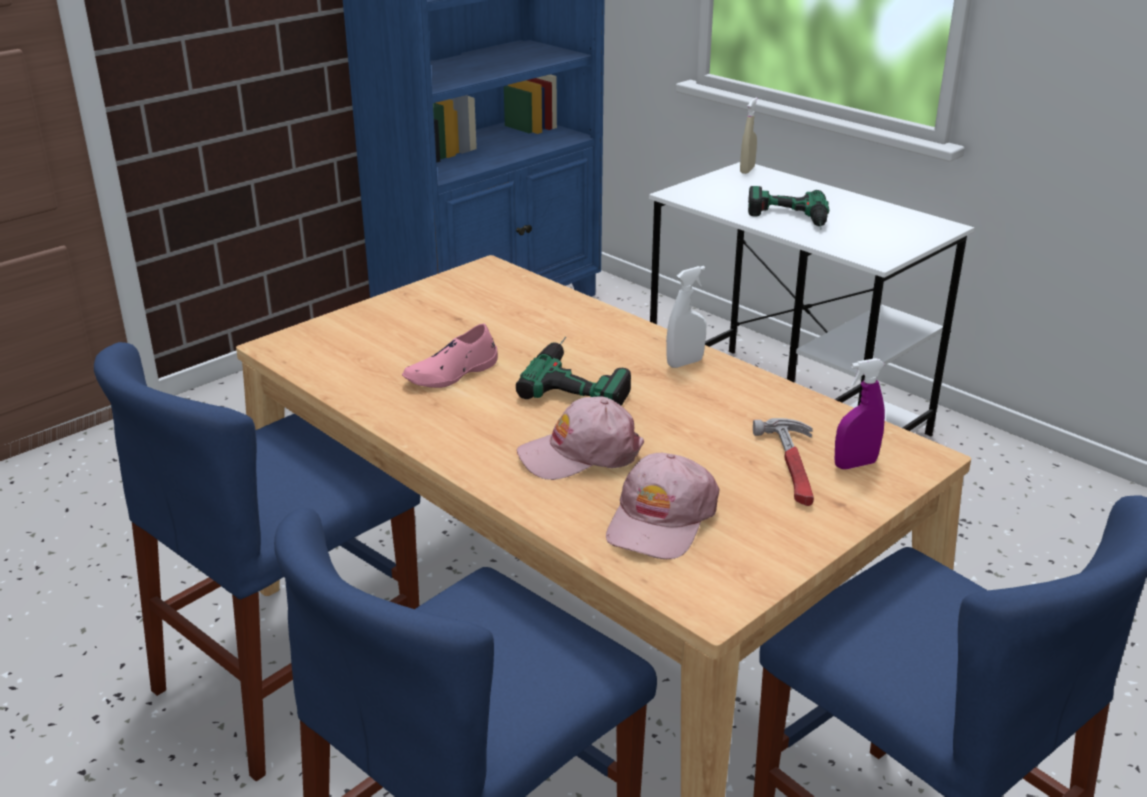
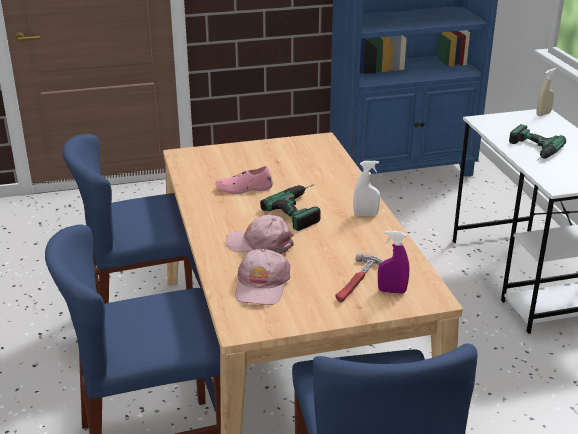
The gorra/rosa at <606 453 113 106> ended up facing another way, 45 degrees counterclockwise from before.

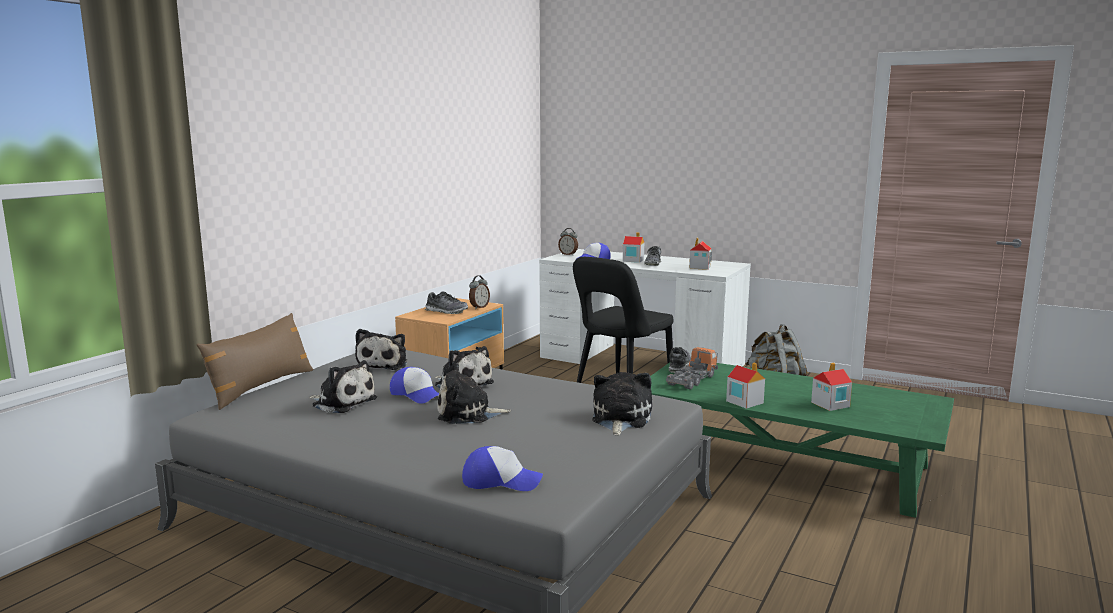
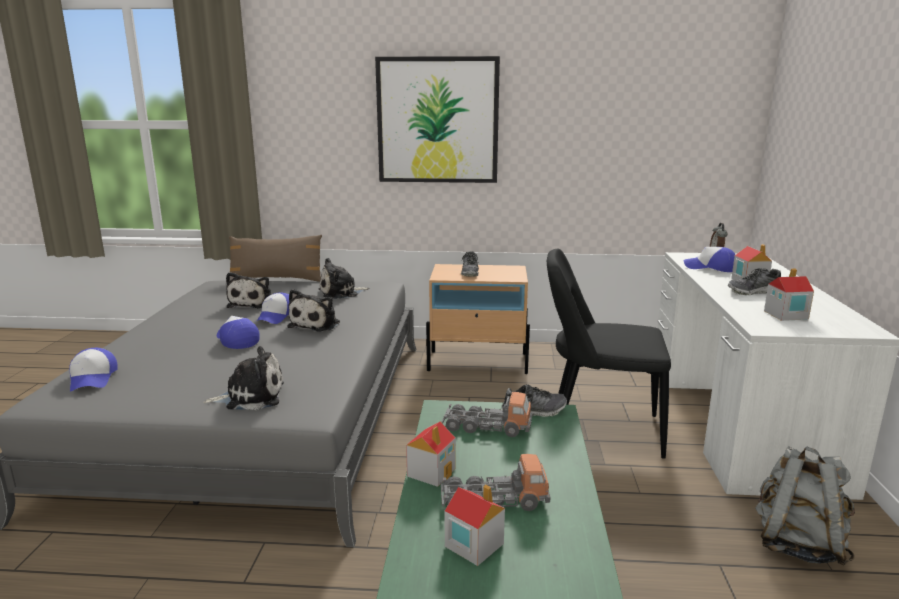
Where the peluche stood at <437 363 74 61>, the gorra came to stand at <217 316 43 33>. The second view gained the cuadro at <375 56 125 127>. The second view gained the camión de juguete at <441 454 110 57>. The second view lost the despertador at <469 275 21 34>.

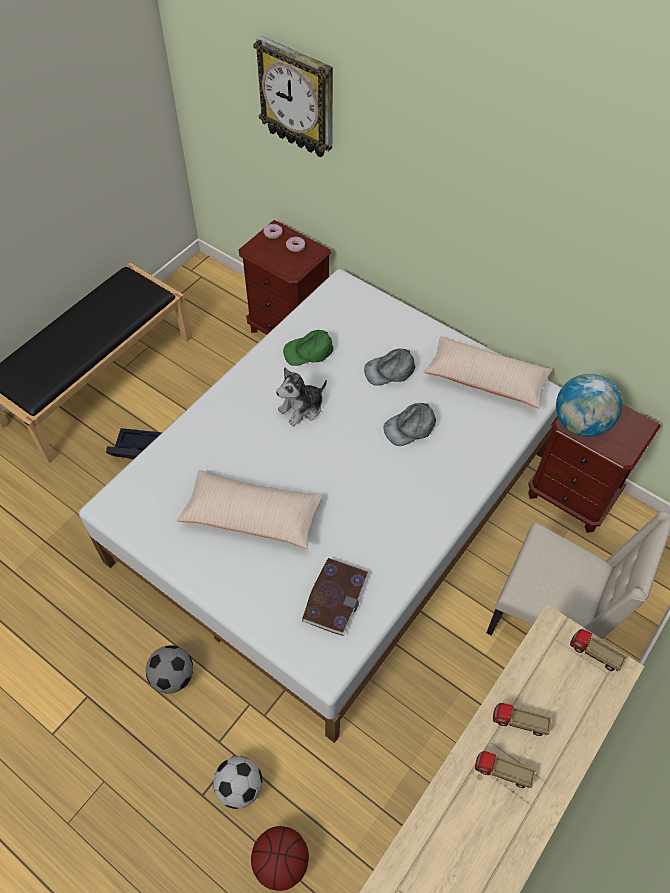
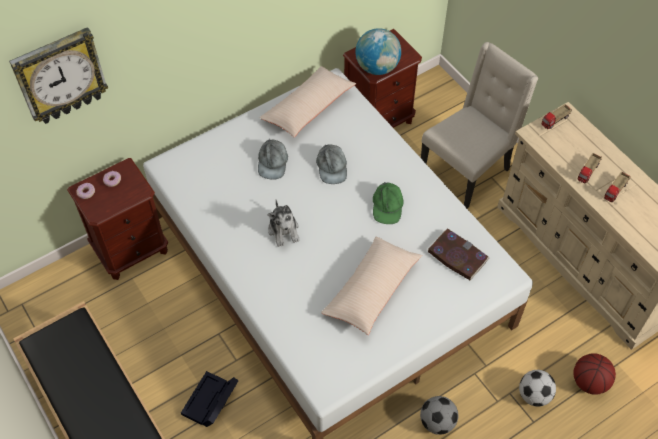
The gorra/verde ended up elsewhere, having gone from <283 330 51 36> to <373 182 31 42>.

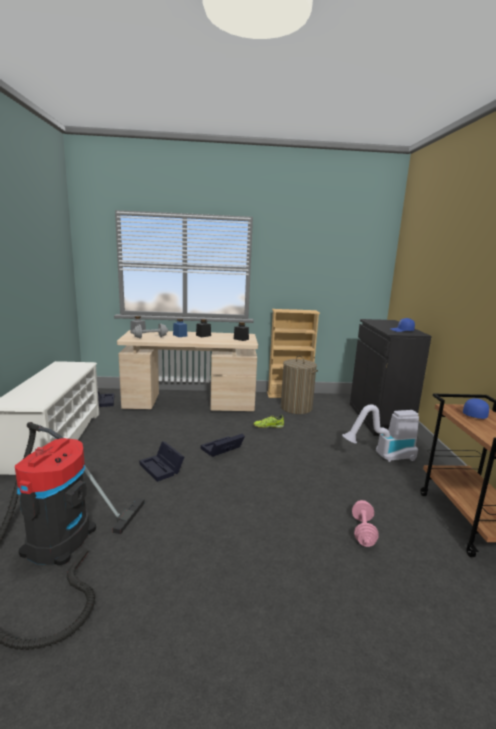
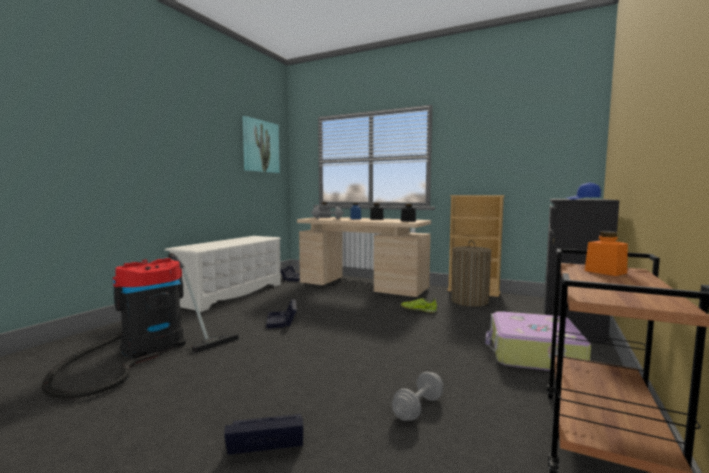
The caja de almacenaje/negro ended up elsewhere, having gone from <201 433 44 24> to <224 414 79 41>. The second view gained the cuadro at <242 116 38 57>. What was the mancuerna/rosa at <352 500 27 47> turned into the mancuerna/gris at <392 372 51 49>. Where the aspiradora stood at <342 404 77 58>, the maleta came to stand at <485 311 106 60>. Where the gorra/azul stood at <463 398 26 21>, the tarro/naranja came to stand at <585 231 43 45>.

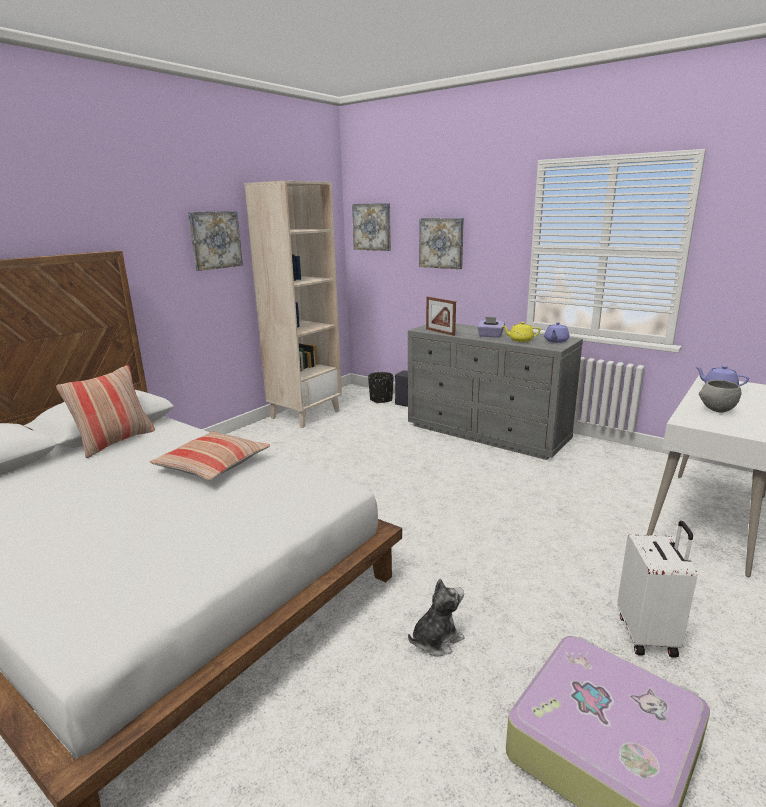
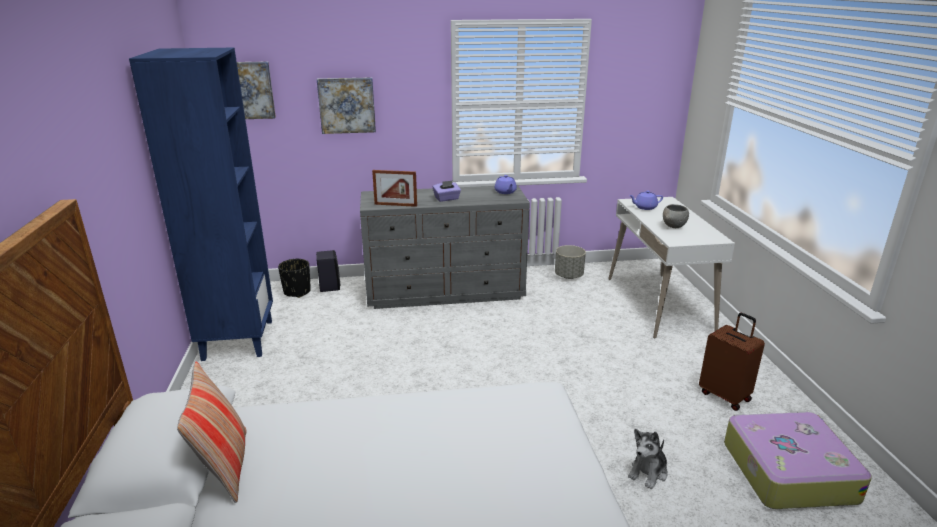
What was the estantería/beis at <244 181 98 247> turned into the estantería/azul at <129 48 144 313>. The second view gained the maceta/gris at <555 245 31 34>. The peluche at <408 579 57 77> ended up facing another way, 150 degrees counterclockwise from before. What was the maleta/blanco at <617 521 80 137> turned into the maleta/marrón at <699 313 66 98>. The second view lost the cojín at <150 431 120 50>. The second view lost the cuadro at <188 211 55 60>. The second view lost the tetera/amarillo at <502 322 38 20>.

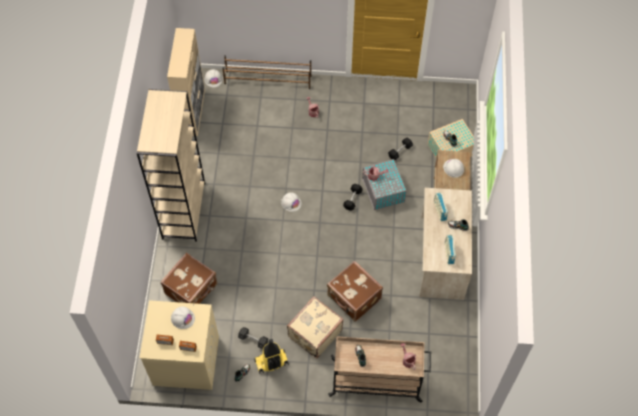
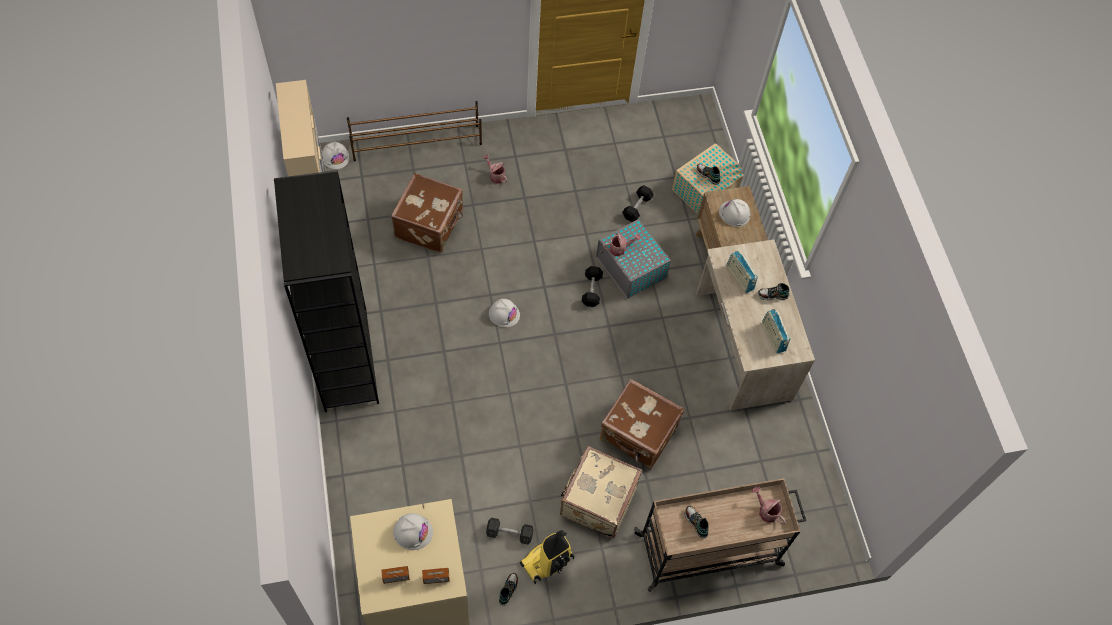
What was the estantería/beis at <137 89 68 153> turned into the estantería/negro at <274 170 105 242>. The maleta/marrón ended up elsewhere, having gone from <160 253 58 51> to <391 173 72 80>.

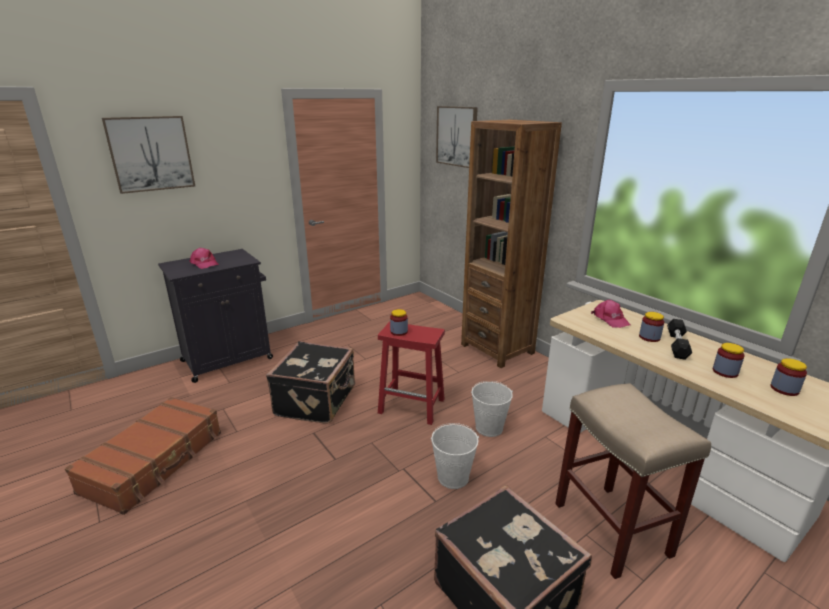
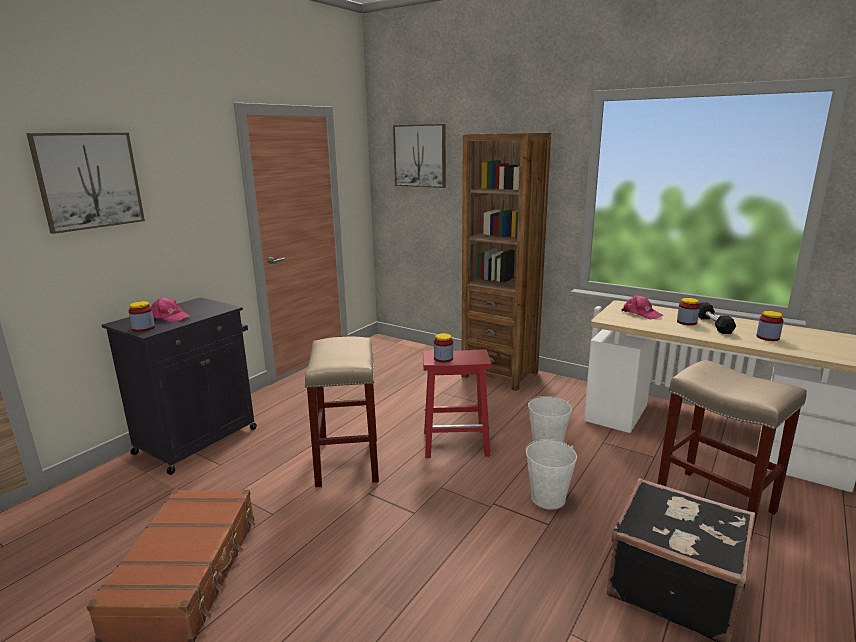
The tarro ended up elsewhere, having gone from <770 358 37 38> to <129 301 26 31>. Where the maleta/negro stood at <266 341 89 83>, the taburete/beis came to stand at <305 337 74 150>.

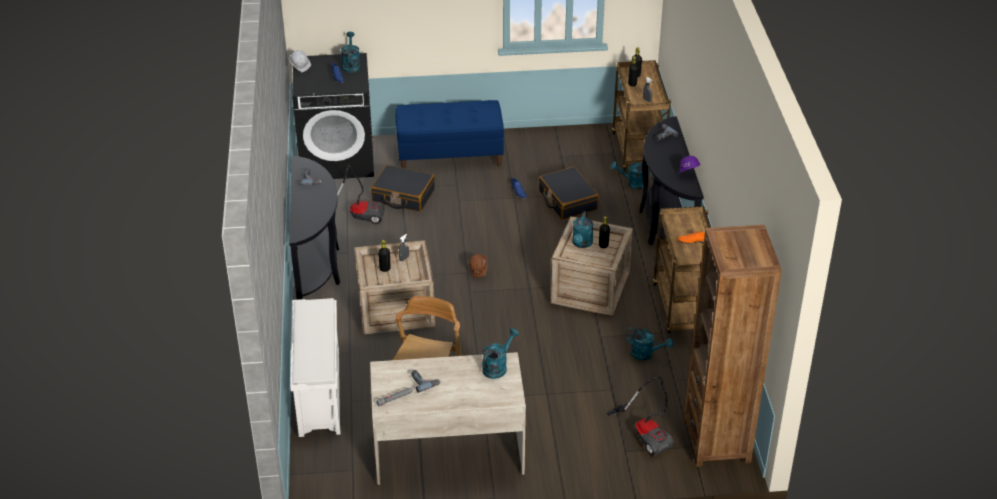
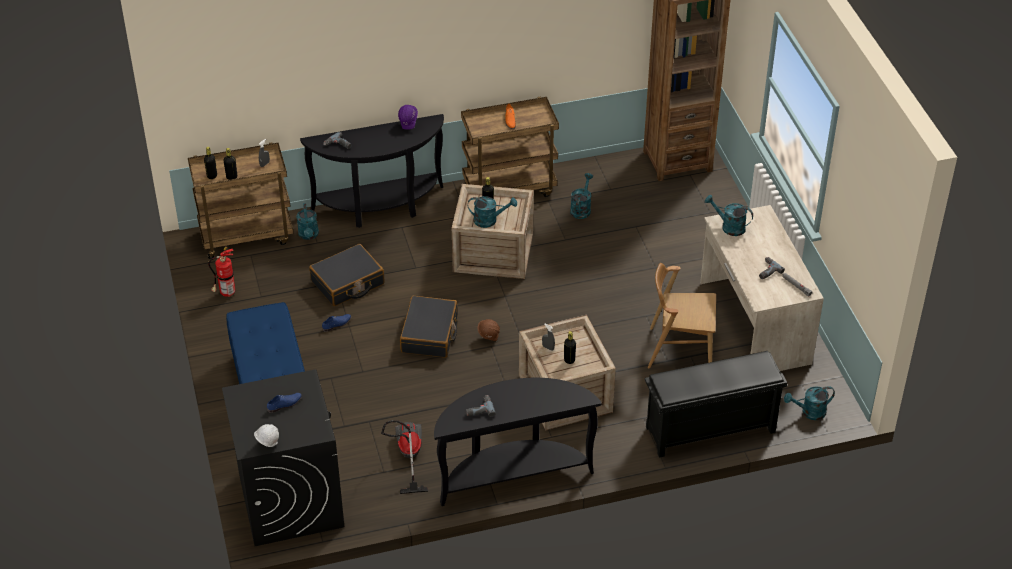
The second view gained the extintor at <208 247 27 50>. The maleta/negro ended up elsewhere, having gone from <371 165 64 47> to <400 296 58 62>. What was the zapatero/blanco at <290 298 51 139> turned into the zapatero/negro at <645 351 142 107>. The regadera/turquesa ended up elsewhere, having gone from <341 32 19 41> to <784 386 51 34>. The second view lost the aspiradora at <606 376 68 81>.

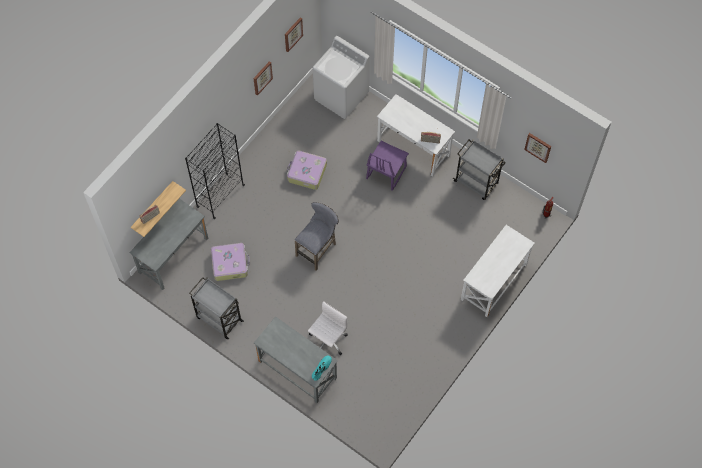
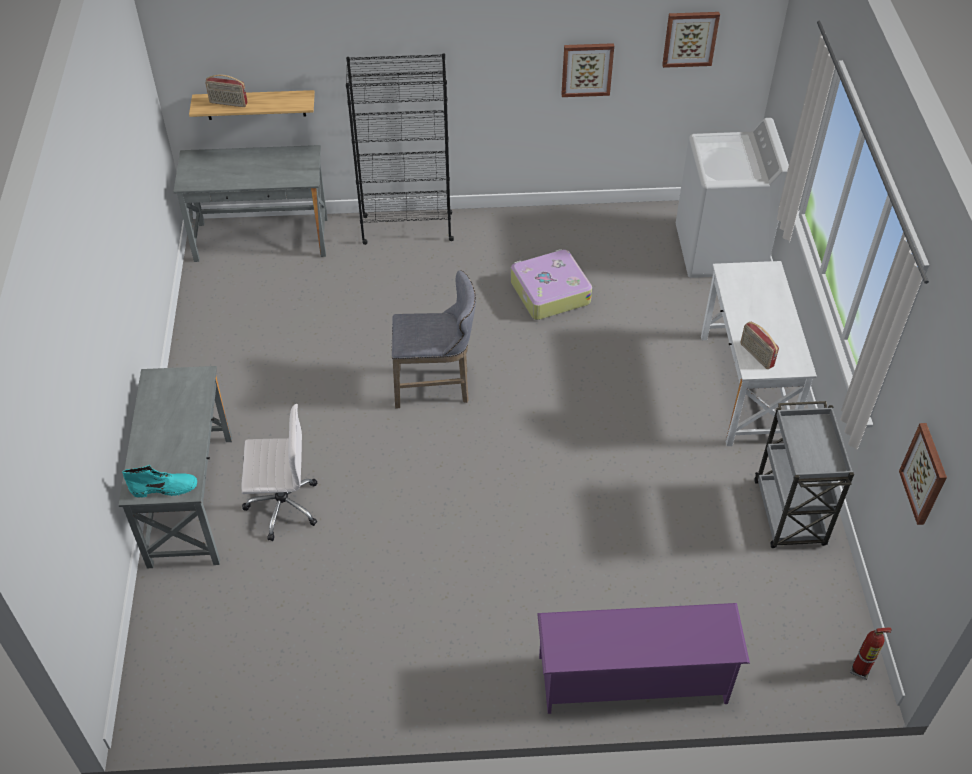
Where the escritorio/blanco stood at <461 225 74 92>, the zapatero/morado came to stand at <537 603 213 111>. The second view lost the carrito/gris at <189 277 55 63>. The second view lost the maleta at <211 243 39 38>. The second view lost the silla/morado at <366 141 43 50>.

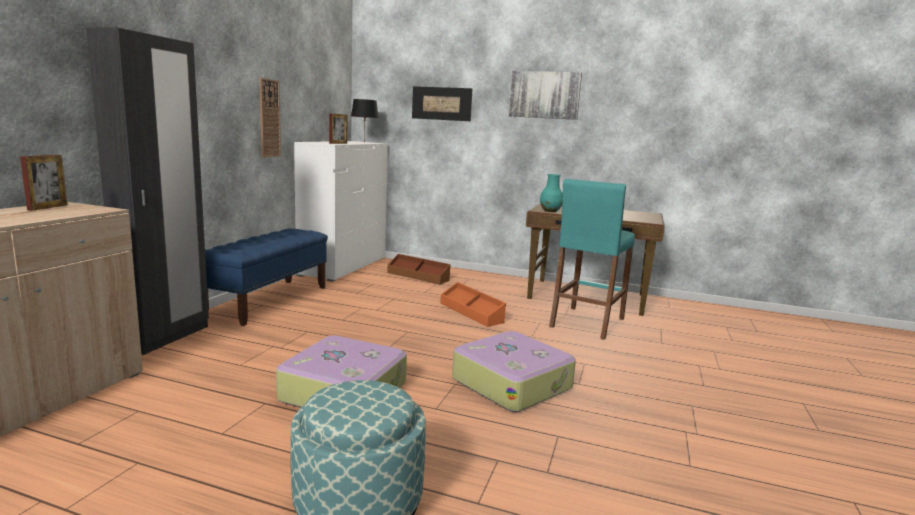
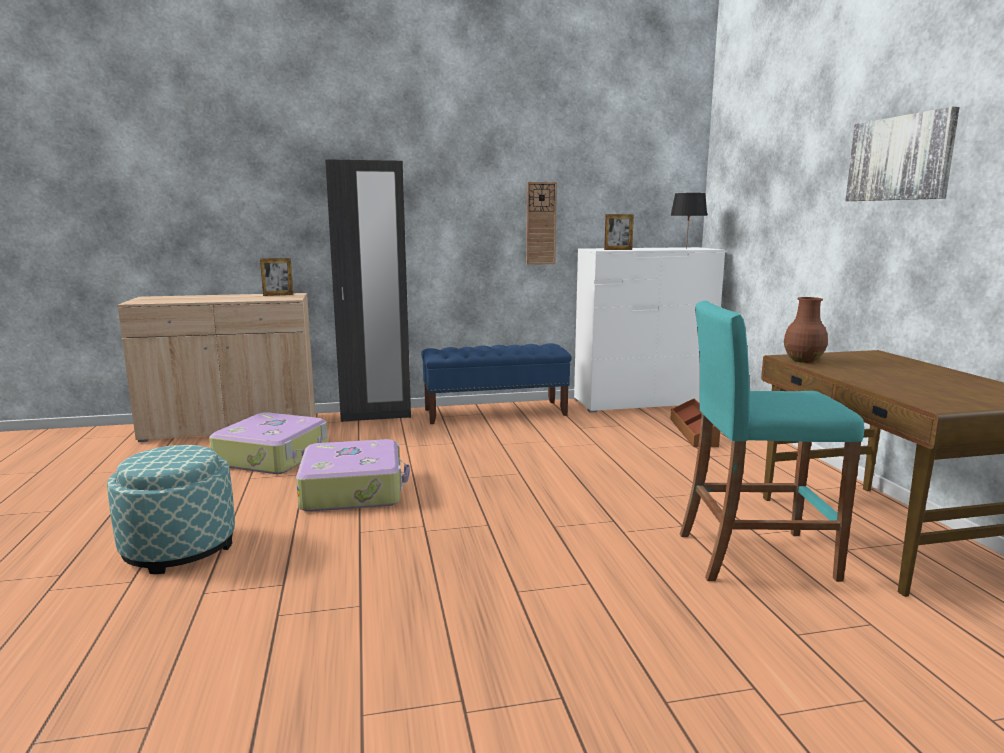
The maleta ended up elsewhere, having gone from <452 331 124 81> to <209 412 119 62>. What was the florero/turquesa at <540 174 23 38> turned into the florero/marrón at <784 297 44 66>. The second view lost the cuadro at <412 86 60 35>. The second view lost the caja de almacenaje/naranja at <440 282 66 45>.

